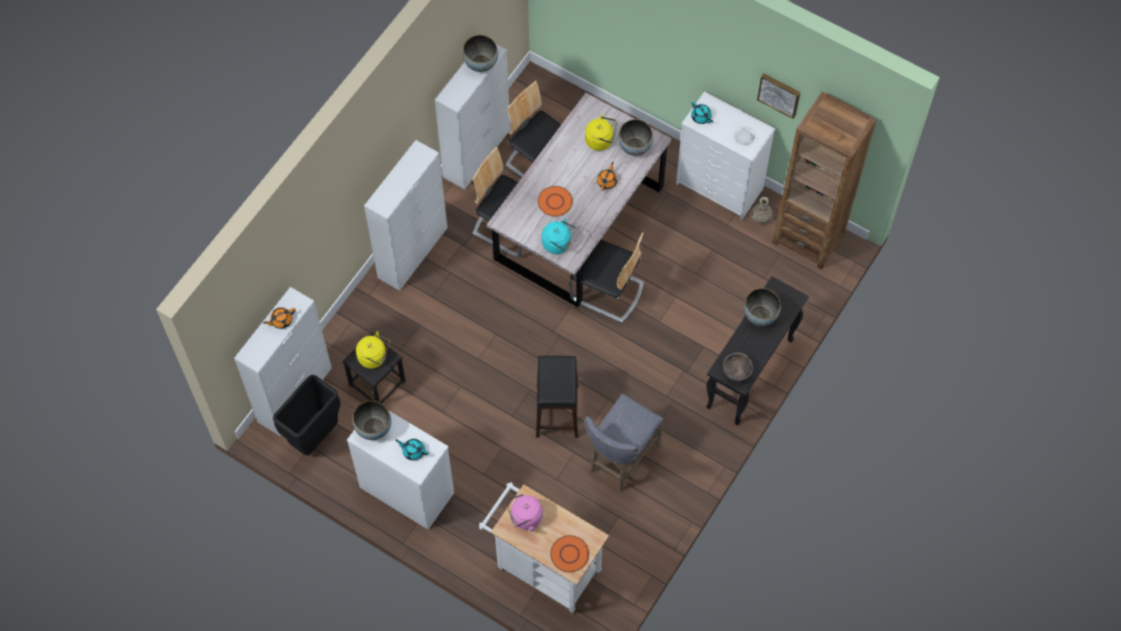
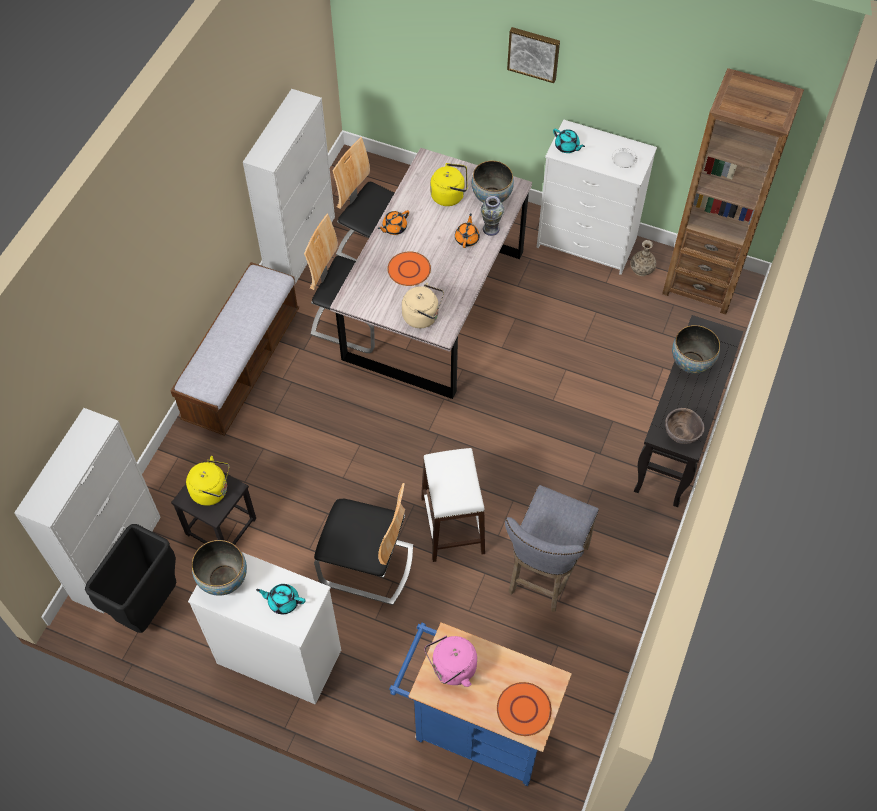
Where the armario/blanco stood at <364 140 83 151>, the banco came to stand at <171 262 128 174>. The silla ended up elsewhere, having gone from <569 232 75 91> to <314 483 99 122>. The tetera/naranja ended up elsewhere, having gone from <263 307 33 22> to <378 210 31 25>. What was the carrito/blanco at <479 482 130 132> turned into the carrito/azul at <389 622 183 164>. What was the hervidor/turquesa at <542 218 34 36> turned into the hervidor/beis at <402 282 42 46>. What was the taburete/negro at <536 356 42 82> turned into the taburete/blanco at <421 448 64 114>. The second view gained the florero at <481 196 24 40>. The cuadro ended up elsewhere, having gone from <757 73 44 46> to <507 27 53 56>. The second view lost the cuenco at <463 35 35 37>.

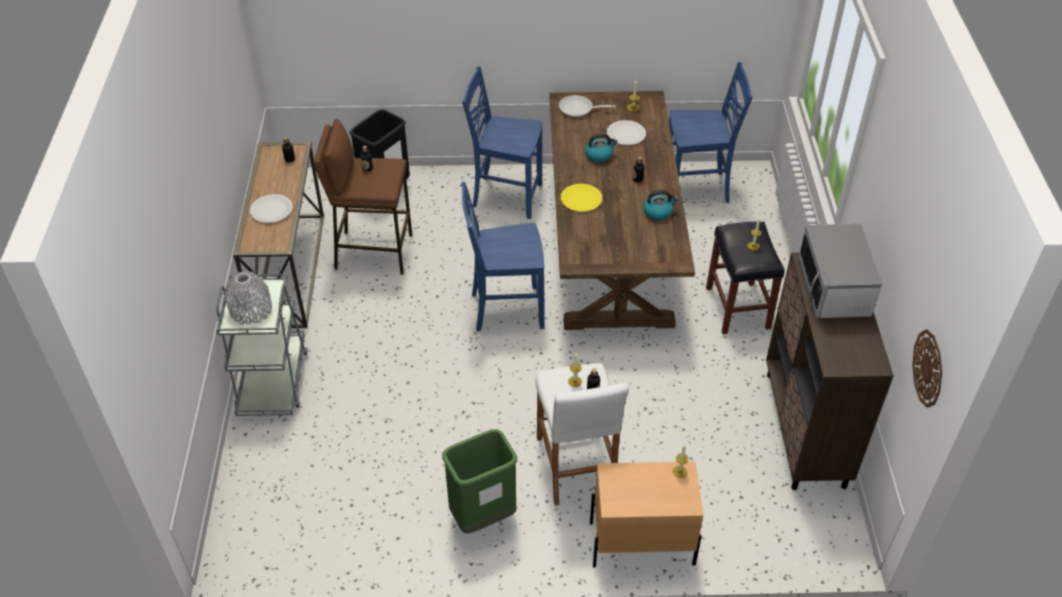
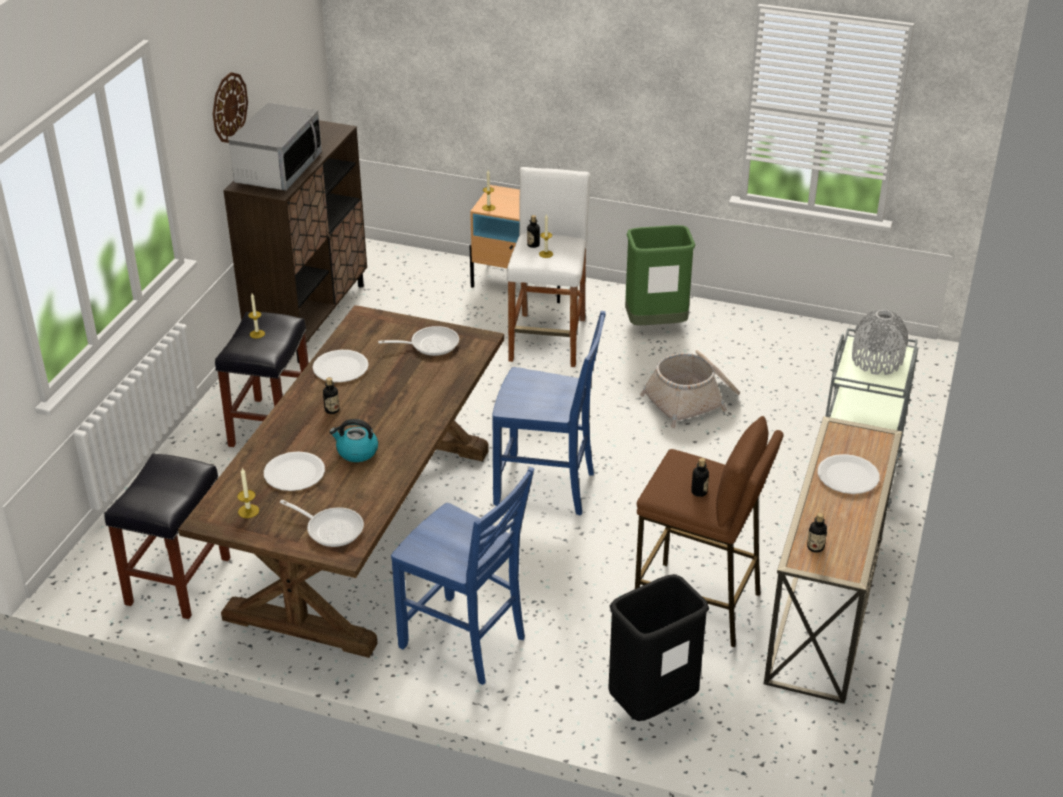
Where the silla/azul stood at <669 62 84 141>, the taburete/negro came to stand at <104 453 126 166>. The reloj de pared ended up elsewhere, having gone from <912 329 30 79> to <213 72 35 71>. Where the hervidor stood at <643 190 35 30>, the plato/blanco came to stand at <313 350 56 32>. The second view gained the sartén at <378 326 81 30>. The second view gained the cesta at <640 350 100 78>. The second view lost the plato/amarillo at <561 184 41 28>.

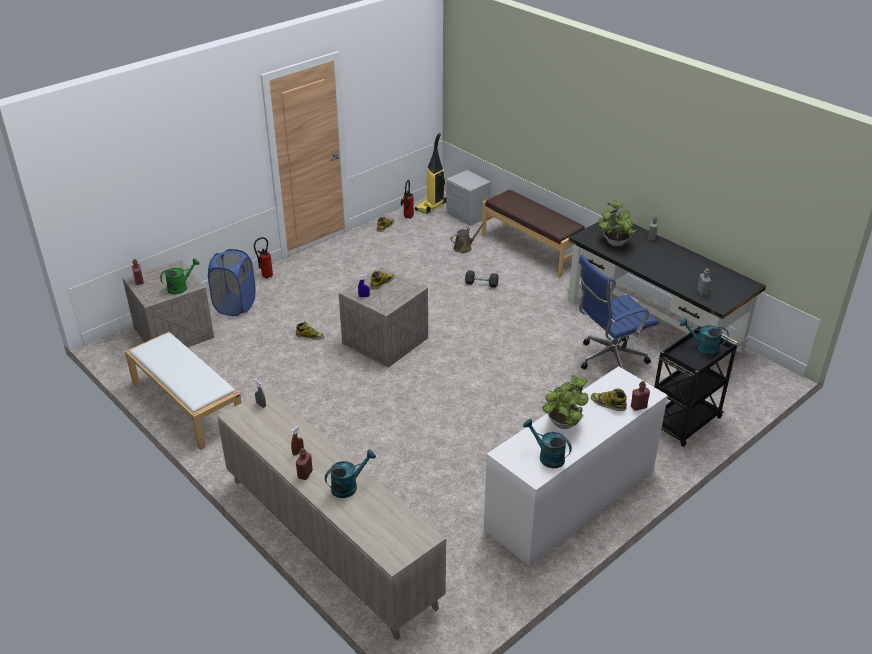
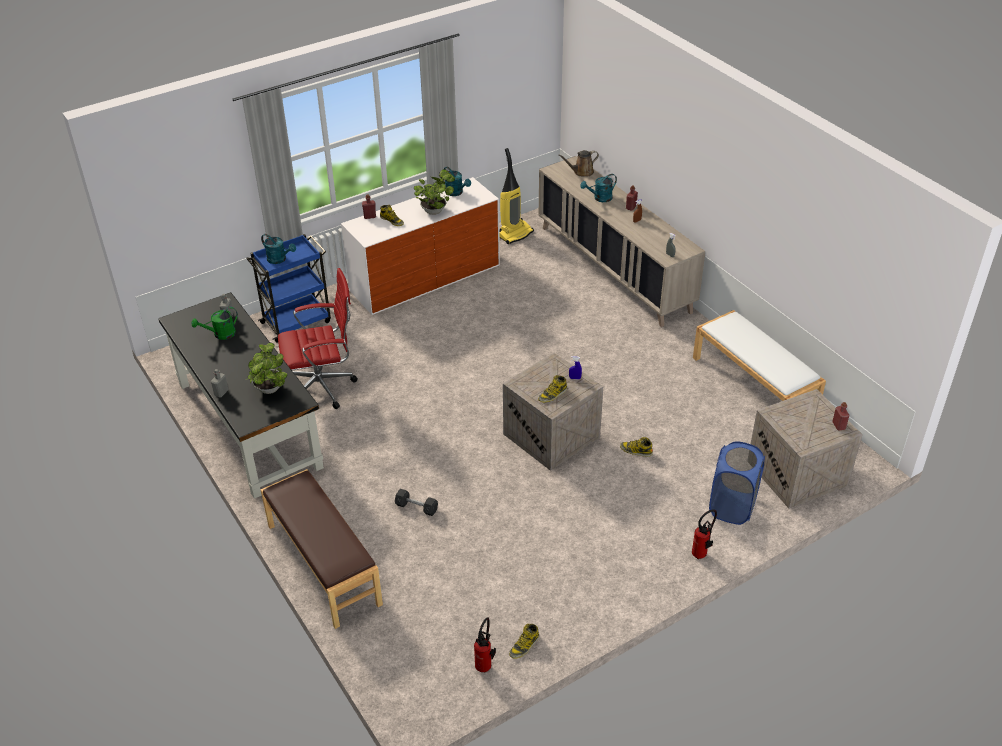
The regadera/verde ended up elsewhere, having gone from <160 258 40 37> to <191 307 47 33>. What was the carrito/negro at <654 325 84 122> turned into the carrito/azul at <246 234 85 109>. What was the silla de oficina/azul at <579 255 80 114> turned into the silla de oficina/rojo at <278 268 80 141>. The aspiradora ended up elsewhere, having gone from <415 133 31 81> to <499 148 35 96>. The regadera/marrón ended up elsewhere, having gone from <450 222 36 31> to <558 150 41 27>. The second view lost the mesita de noche/gris at <446 170 45 56>.

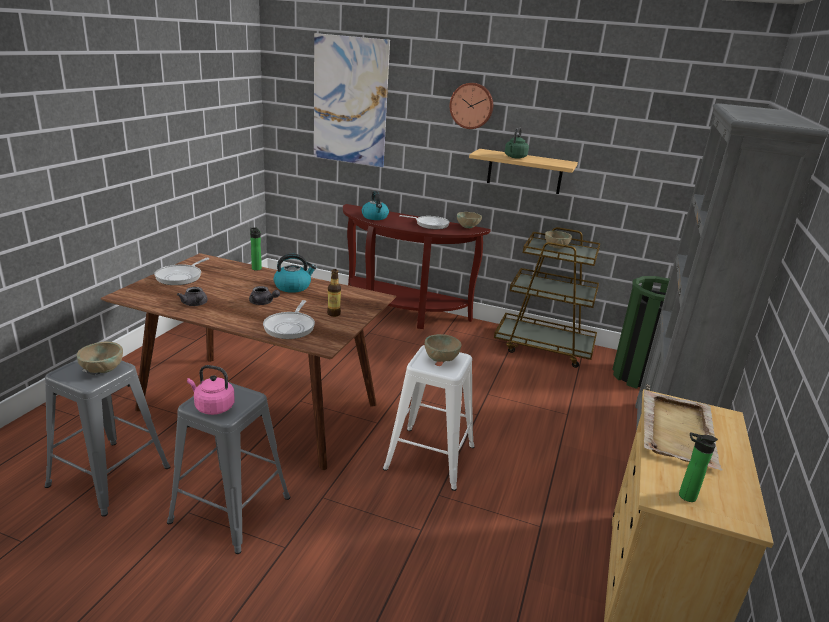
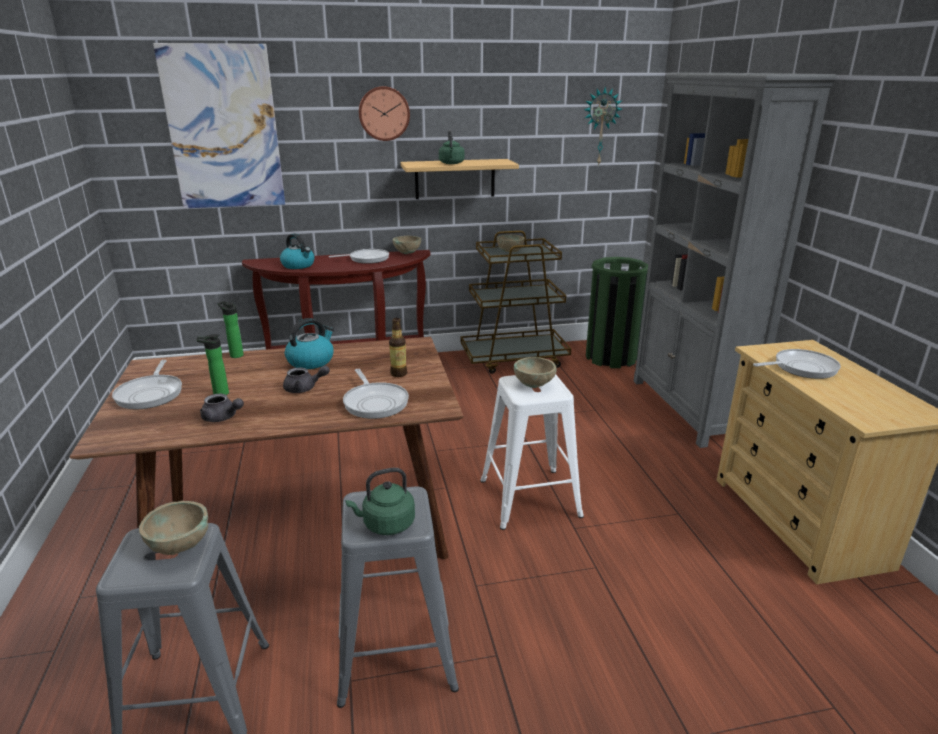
The botella ended up elsewhere, having gone from <679 432 39 70> to <197 334 32 61>. What was the hervidor/rosa at <187 365 48 50> turned into the hervidor/verde at <346 468 69 67>. The second view gained the reloj de pared at <584 86 38 80>. Where the bandeja/beis stood at <644 390 79 80>, the sartén came to stand at <753 349 88 30>.

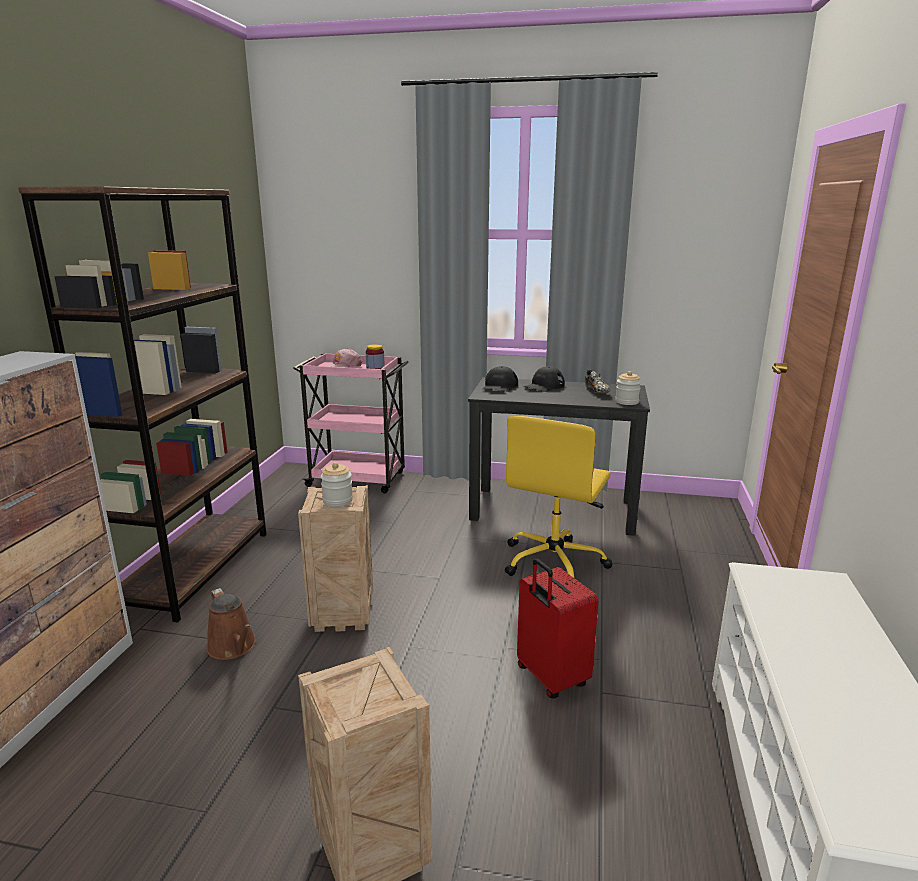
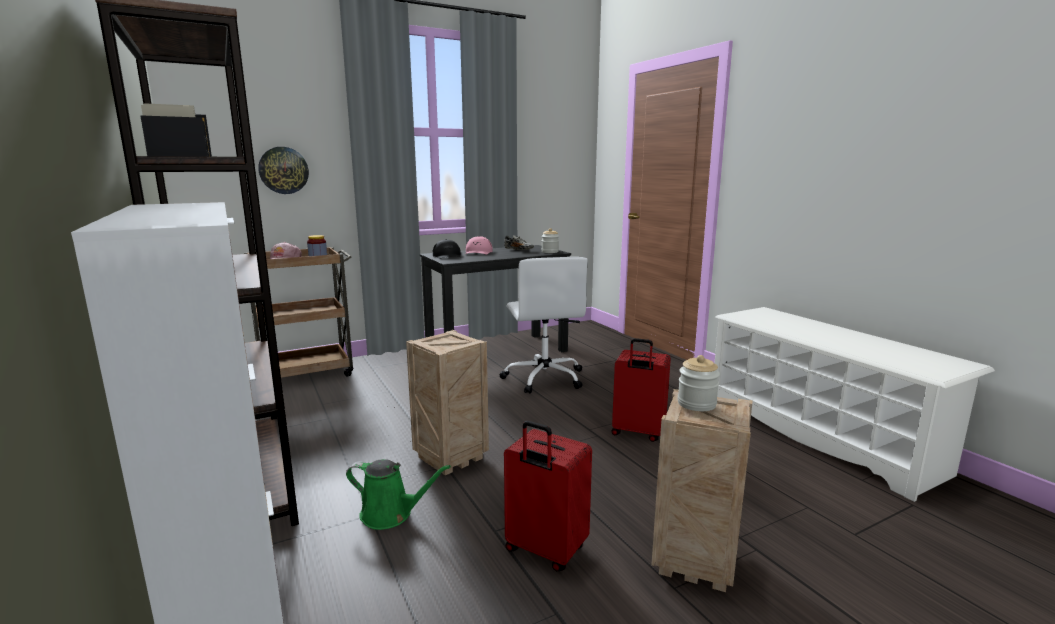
What was the carrito/rosa at <293 353 116 140> turned into the carrito/marrón at <244 247 109 131>. The second view gained the reloj de pared at <258 147 51 47>. What was the regadera/marrón at <206 588 50 72> turned into the regadera/verde at <346 459 105 71>. What was the gorra/negro at <523 366 42 26> turned into the gorra/rosa at <465 236 27 18>. What was the silla de oficina/amarillo at <505 416 107 162> turned into the silla de oficina/blanco at <500 257 88 137>. The second view gained the maleta/rojo at <504 421 88 150>. The tarro ended up elsewhere, having gone from <321 462 32 45> to <678 355 42 56>.

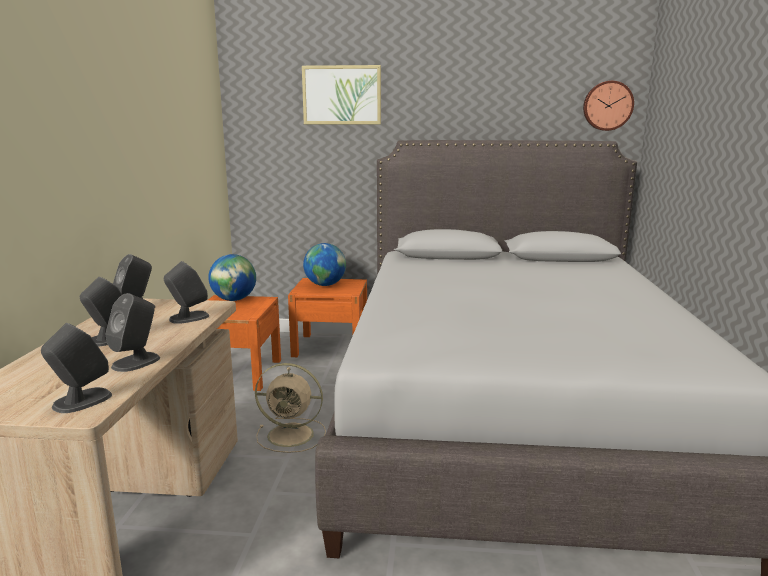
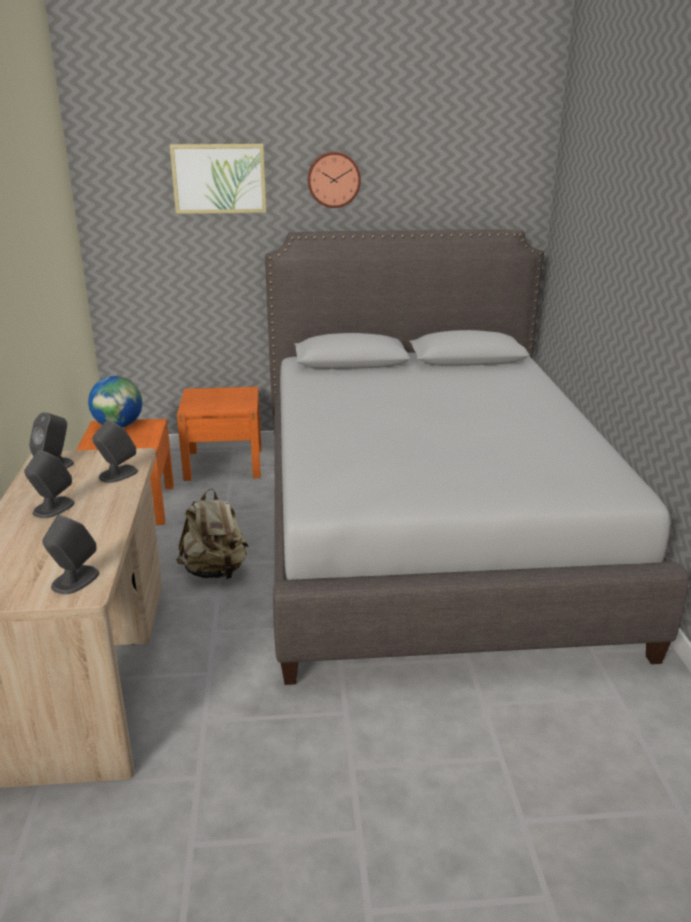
Where the ventilador/beis stood at <255 363 71 90>, the mochila/beis came to stand at <176 488 72 91>. The reloj de pared ended up elsewhere, having gone from <583 81 51 50> to <308 152 53 56>. The second view lost the altavoz/gris at <105 293 55 79>. The second view lost the globo terráqueo at <303 243 43 43>.

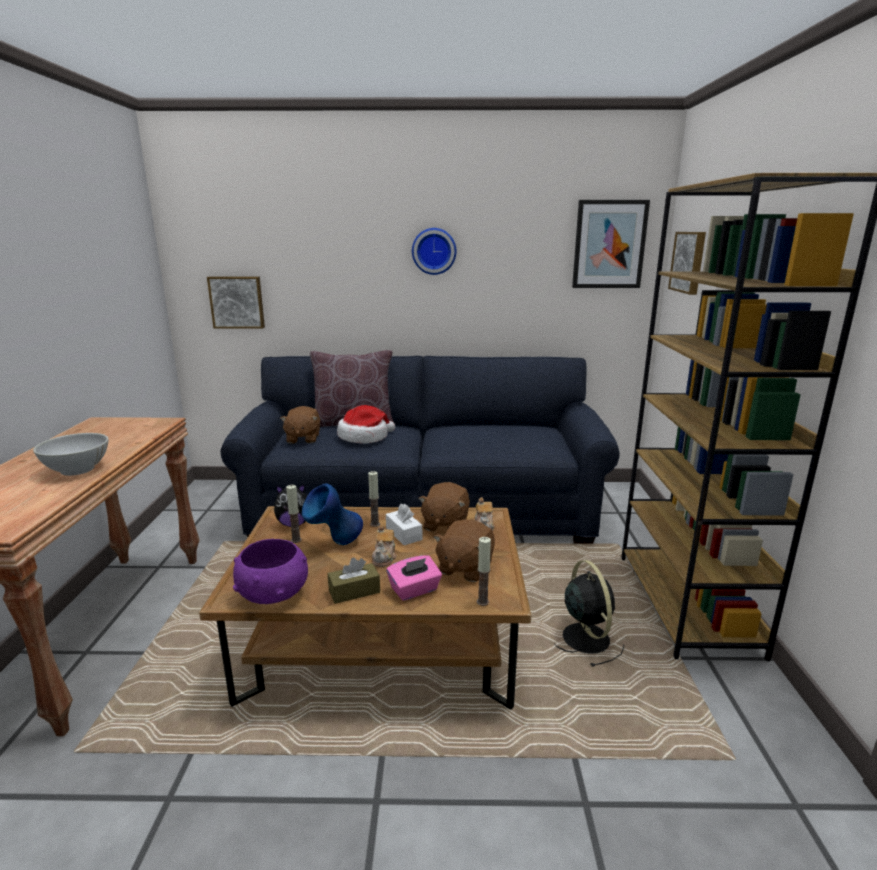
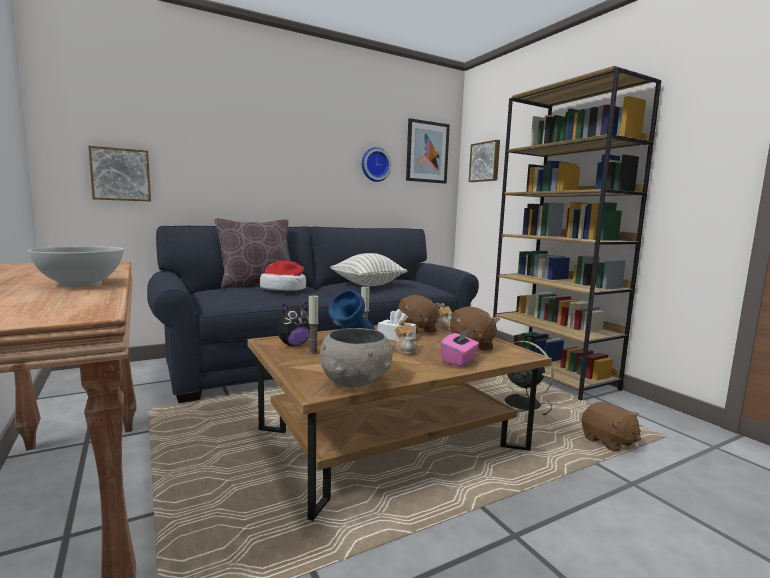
What was the cuenco/morado at <233 539 75 65> turned into the cuenco/gris at <320 328 73 59>. The second view gained the cojín at <330 253 77 33>. The reloj de pared ended up elsewhere, having gone from <412 228 44 47> to <362 147 29 35>. The peluche/marrón ended up elsewhere, having gone from <280 406 40 38> to <581 402 60 50>. The second view lost the caja de pañuelos/marrón at <328 558 52 46>. The second view lost the vela at <477 537 14 69>.

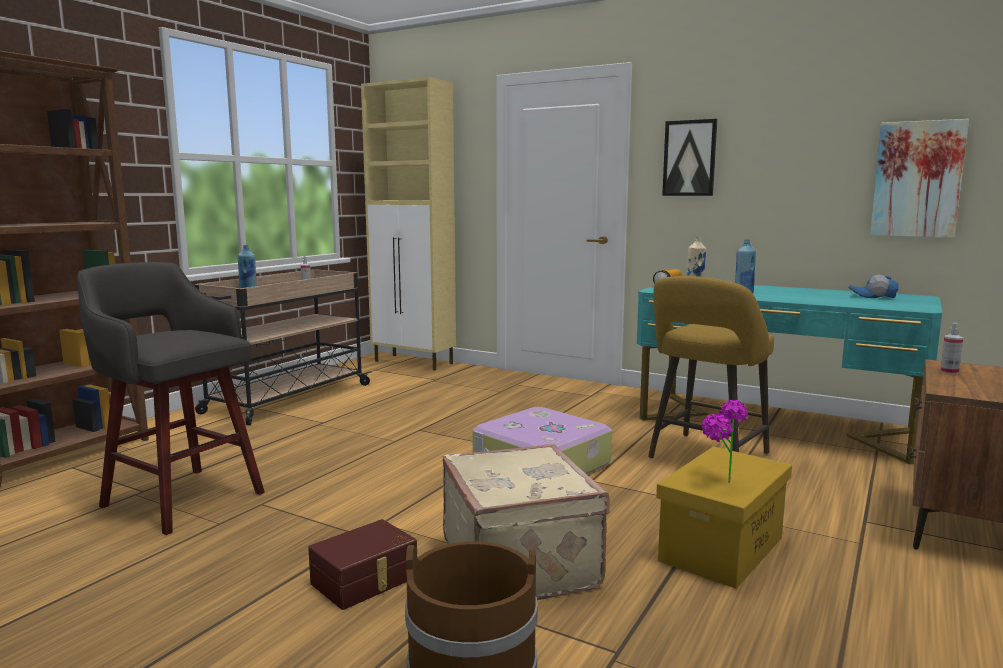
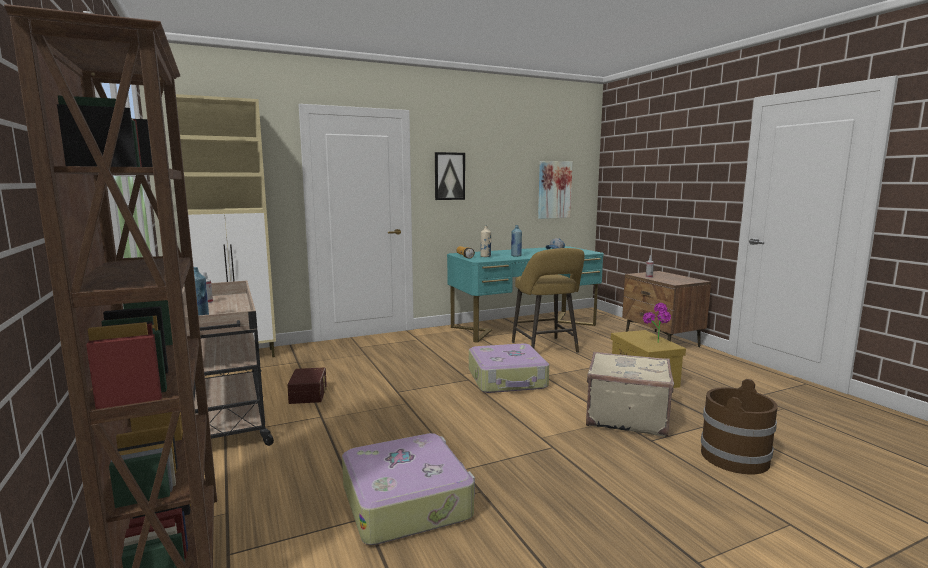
The caja de almacenaje/marrón ended up elsewhere, having gone from <308 519 109 91> to <287 367 40 37>. Where the taburete/gris stood at <77 262 188 273>, the maleta came to stand at <342 433 133 112>.

